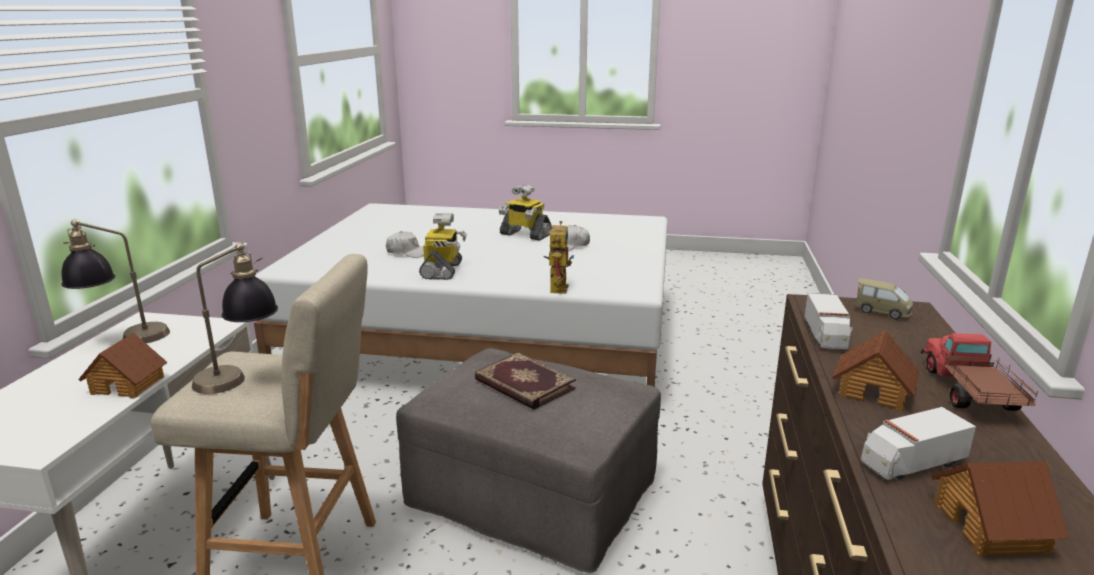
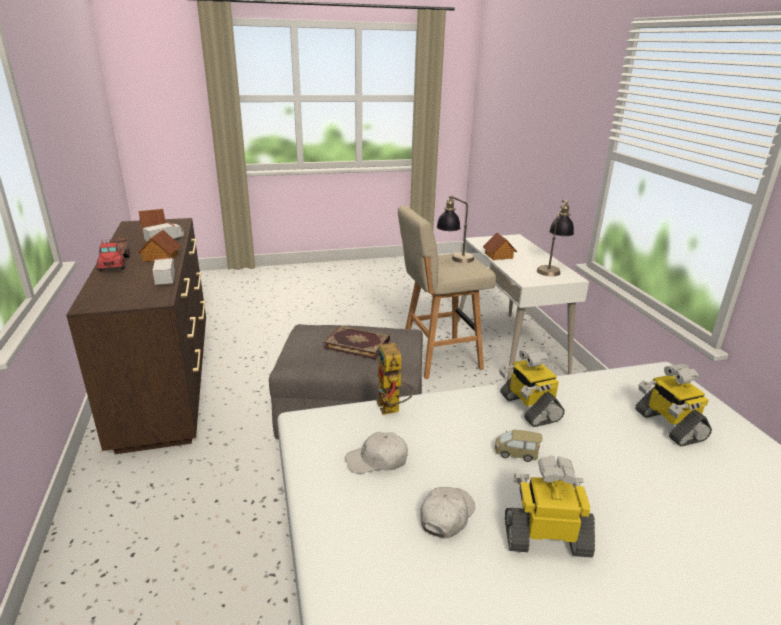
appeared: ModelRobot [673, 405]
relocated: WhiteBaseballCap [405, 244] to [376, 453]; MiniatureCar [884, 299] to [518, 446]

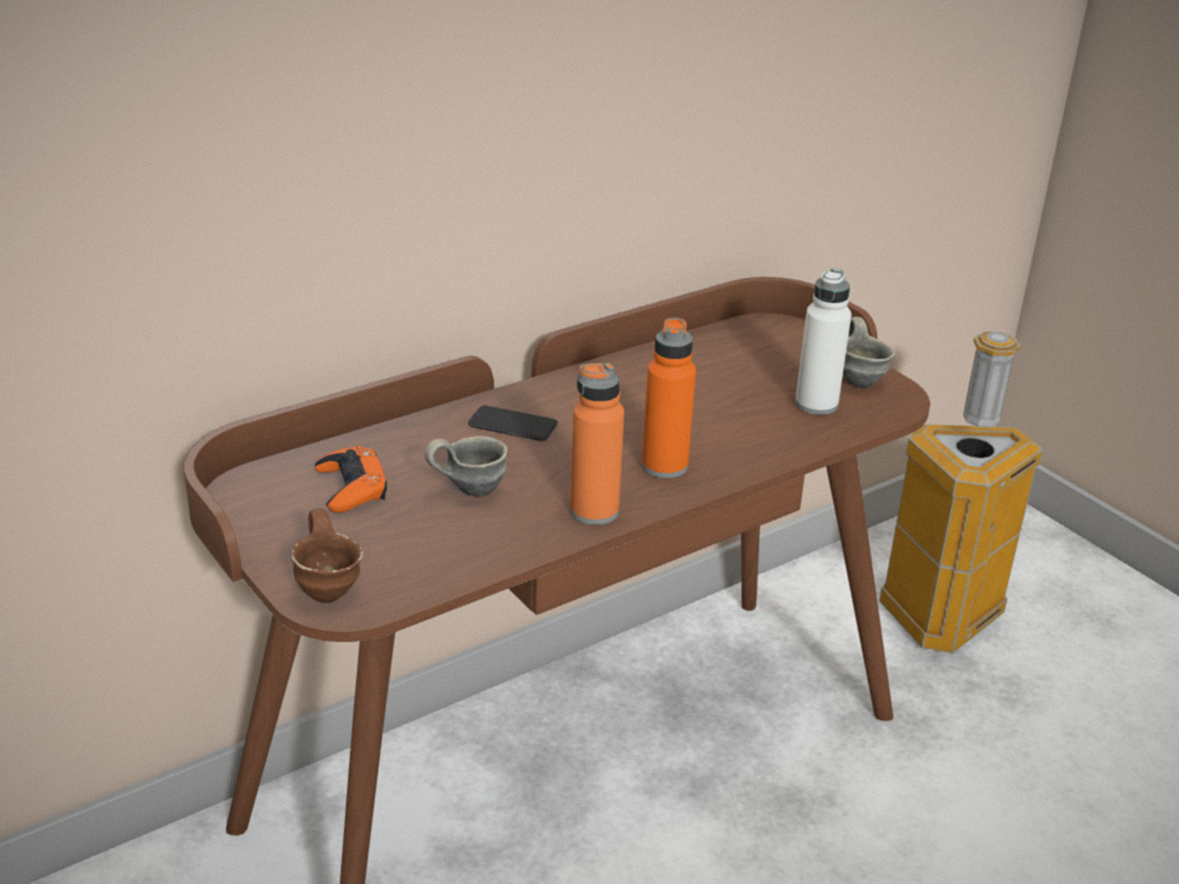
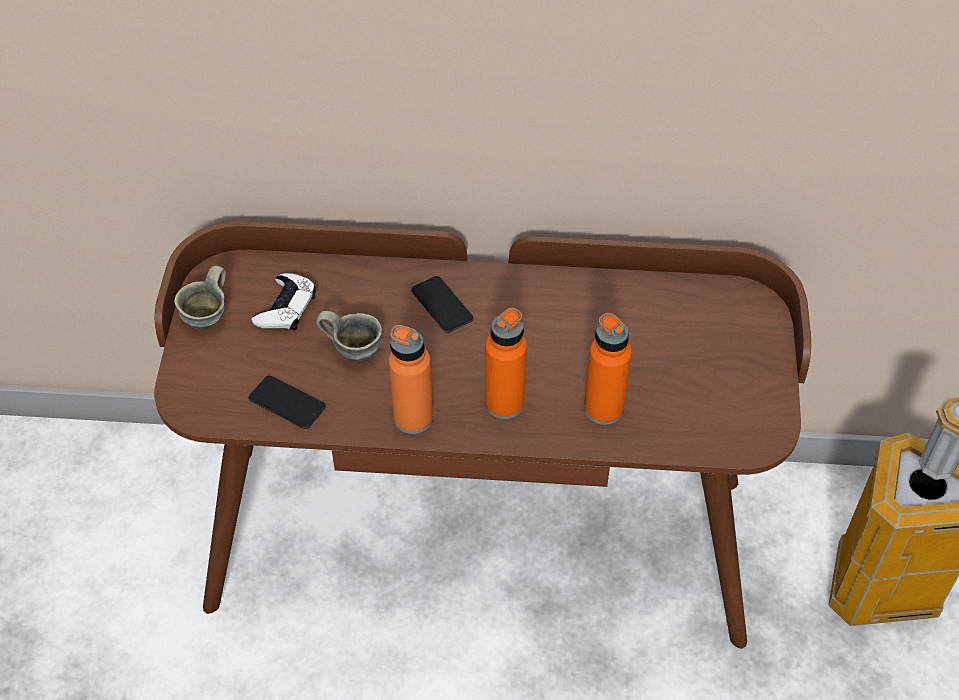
missing: BrownishTeaMug [327, 555]; WhiteDrinkBottle [823, 341]
appeared: Phone [287, 402]; OrangeDrinkBottle [608, 369]
relocated: GrayTeaMug [869, 352] to [200, 298]
colour: OrangeGameController [351, 479] to WhiteGameController [283, 302]

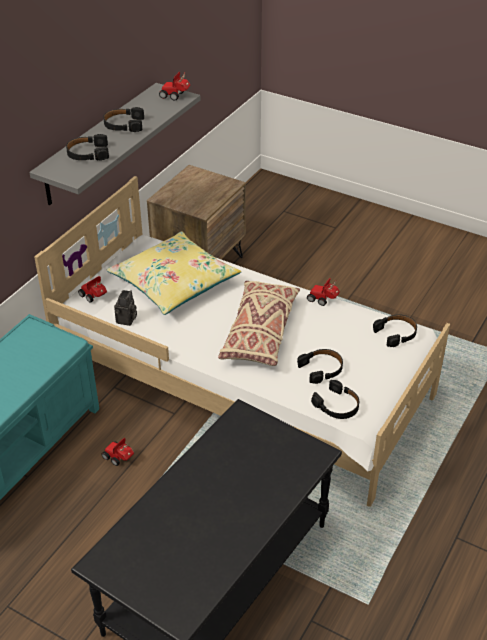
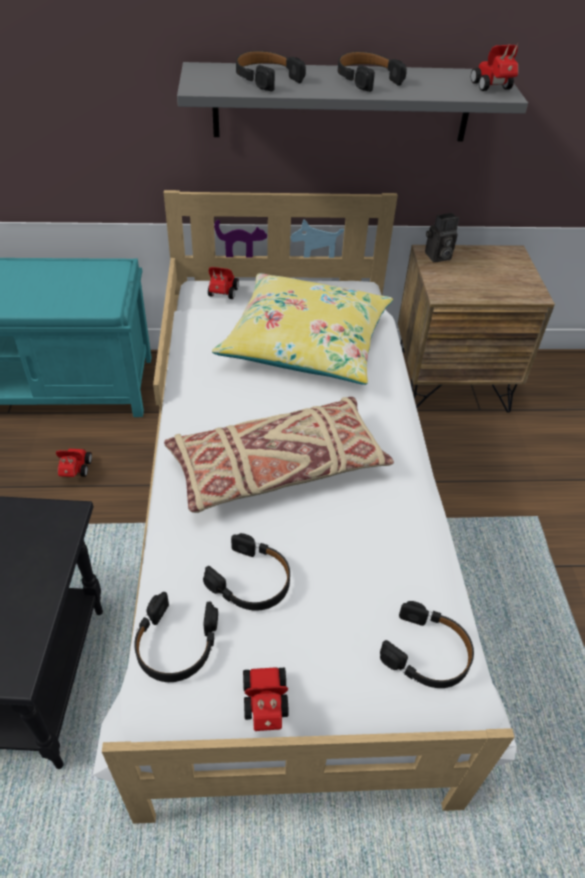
relocated: StillCamera [125, 308] to [442, 237]; MiniatureCar [323, 292] to [266, 699]

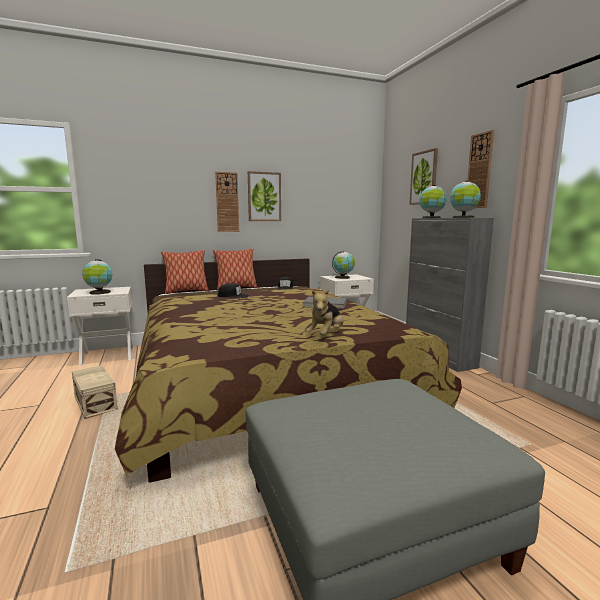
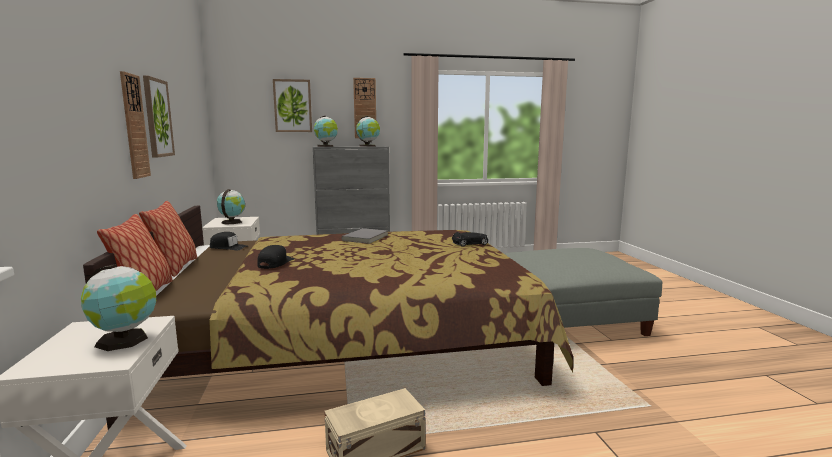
exchanged: SoftToy [325, 312] to BlackishMiniatureCar [470, 239]

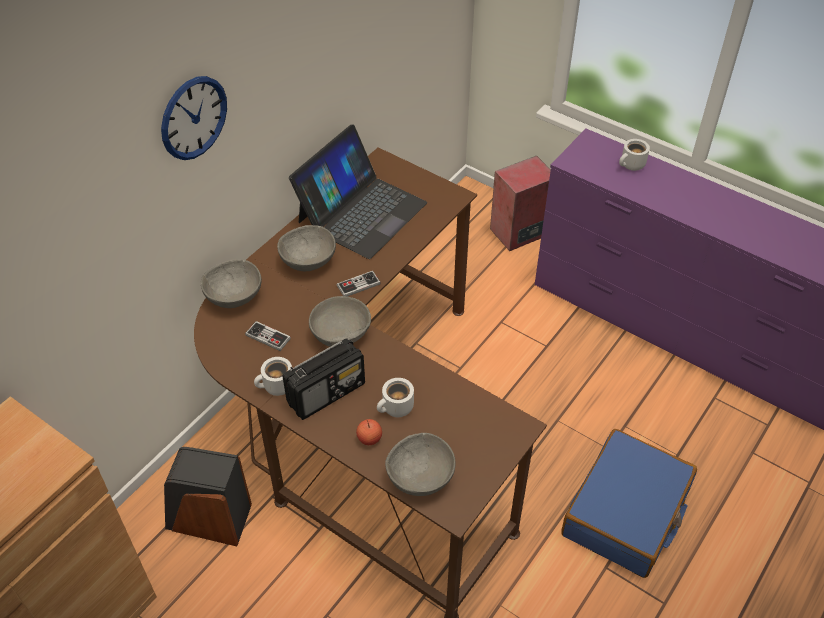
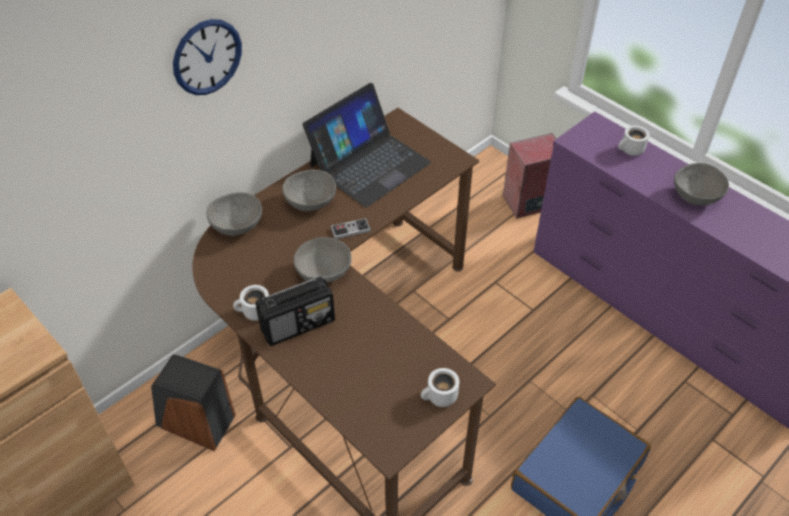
missing: GameController [268, 336]; WholeApple [369, 432]
relocated: WhiteTeaMug [395, 397] to [440, 387]; GrayServingBowl [420, 464] to [701, 184]

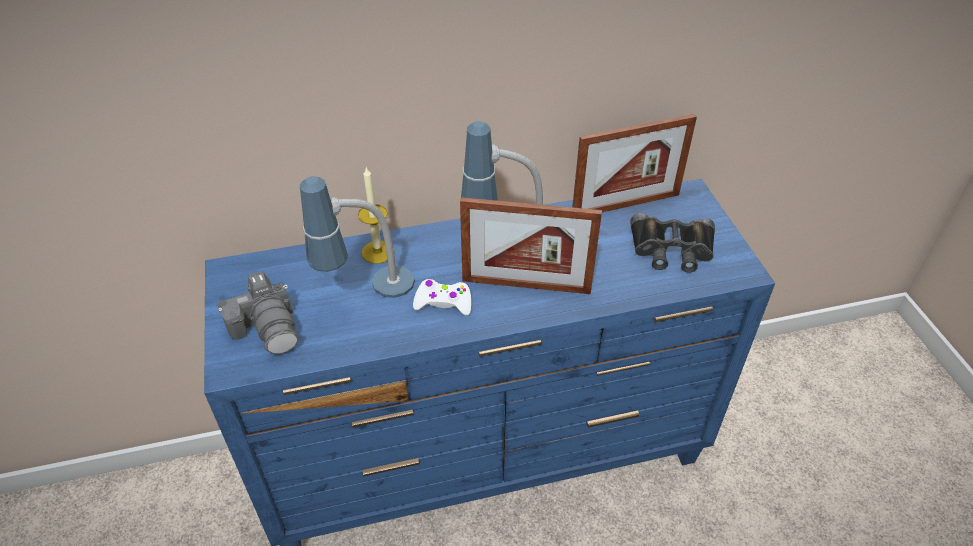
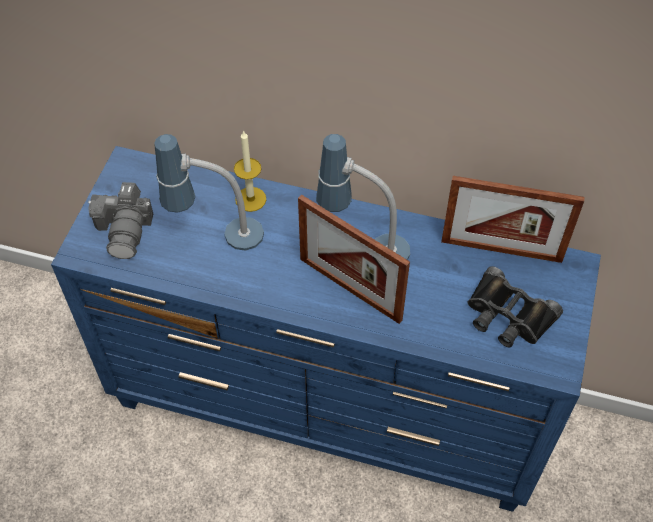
missing: WhiteGameController [442, 297]

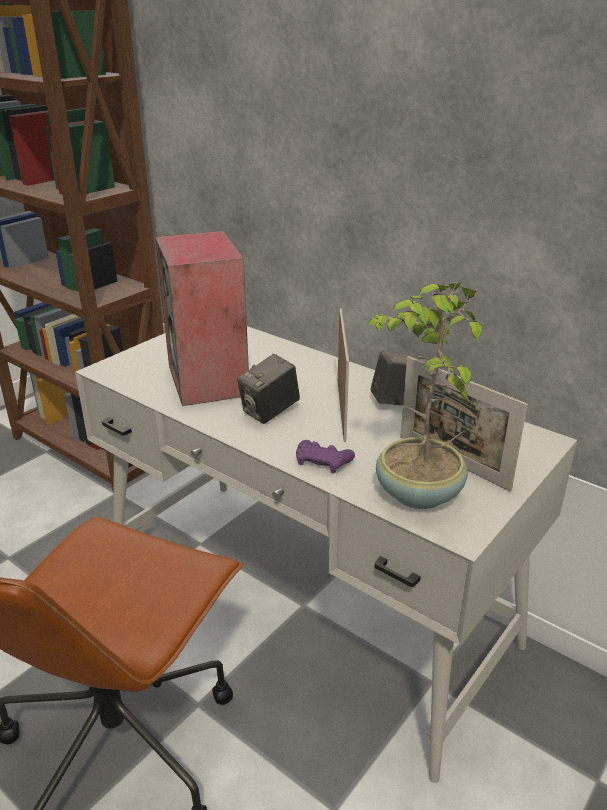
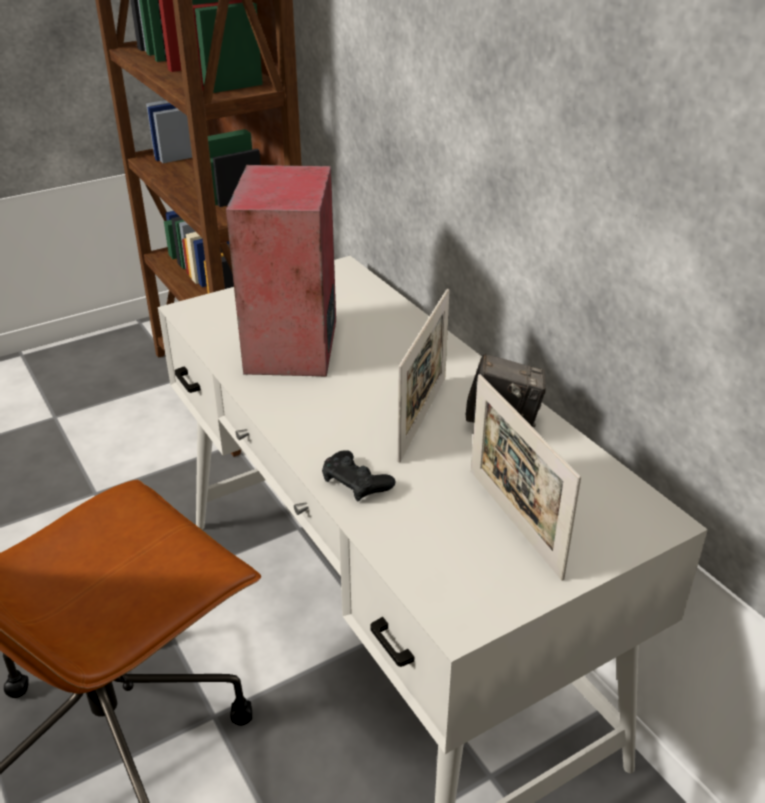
missing: StillCamera [268, 389]; PlantInAPot [424, 395]
colour: PurplishGameController [325, 456] to BlackishGameController [359, 475]

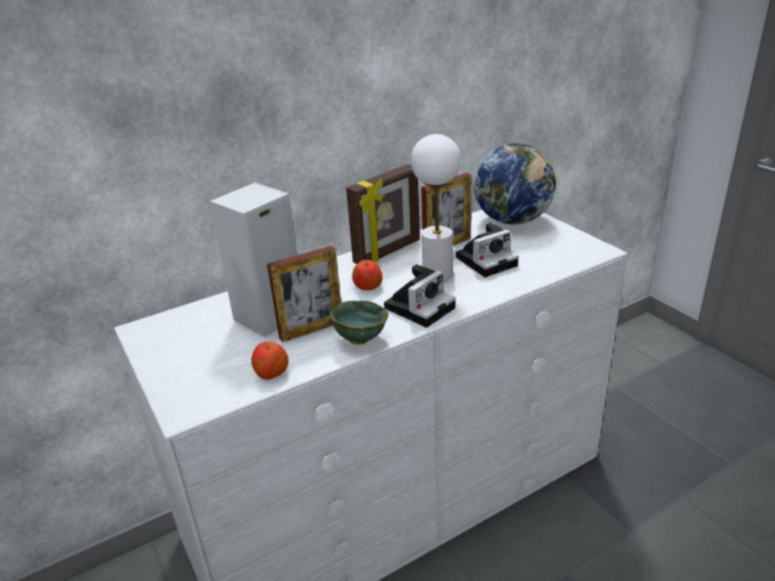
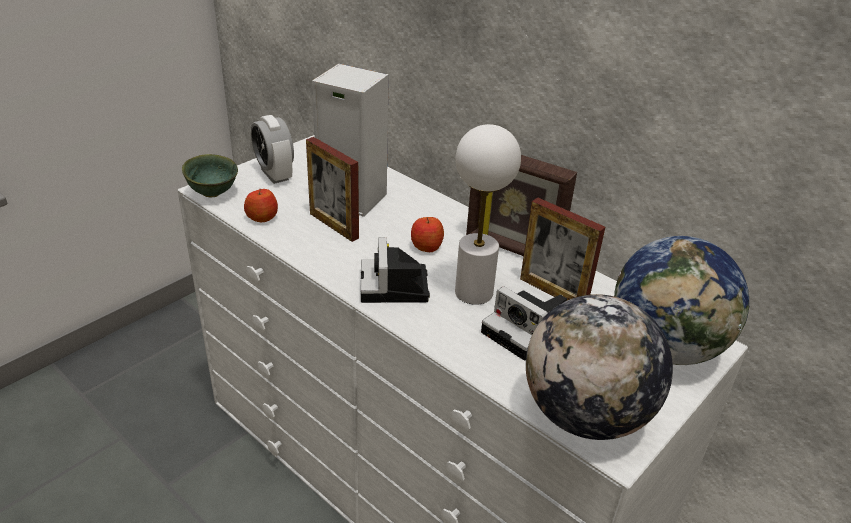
appeared: BedsideClock [272, 149]; WorldGlobe [599, 367]
relocated: GreenishServingBowl [359, 323] to [210, 176]
spun: StillCamera [420, 296] = [395, 270] 60 degrees clockwise

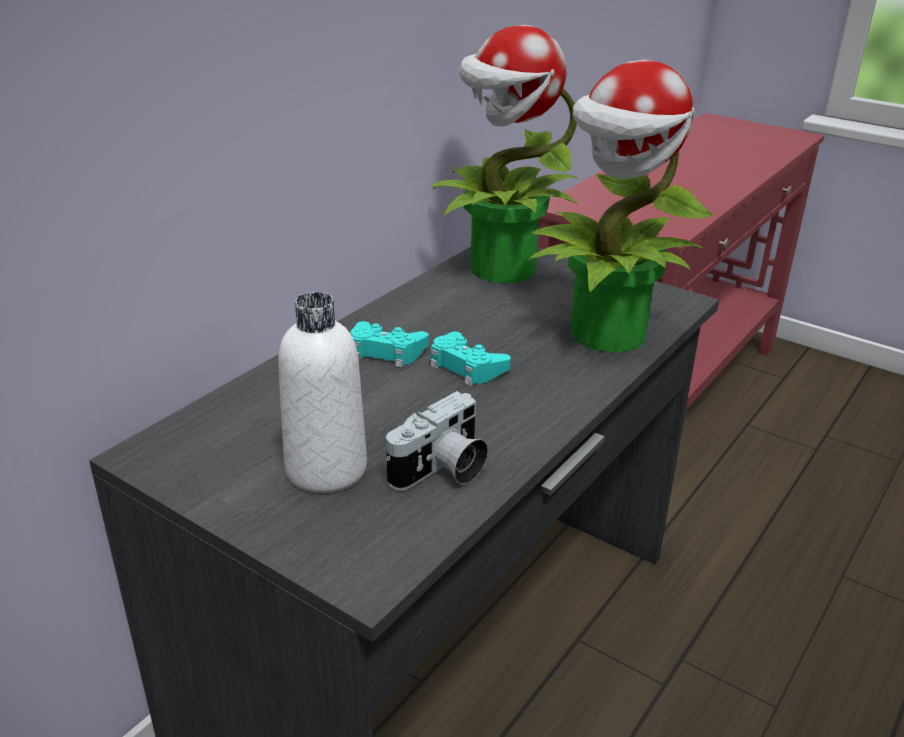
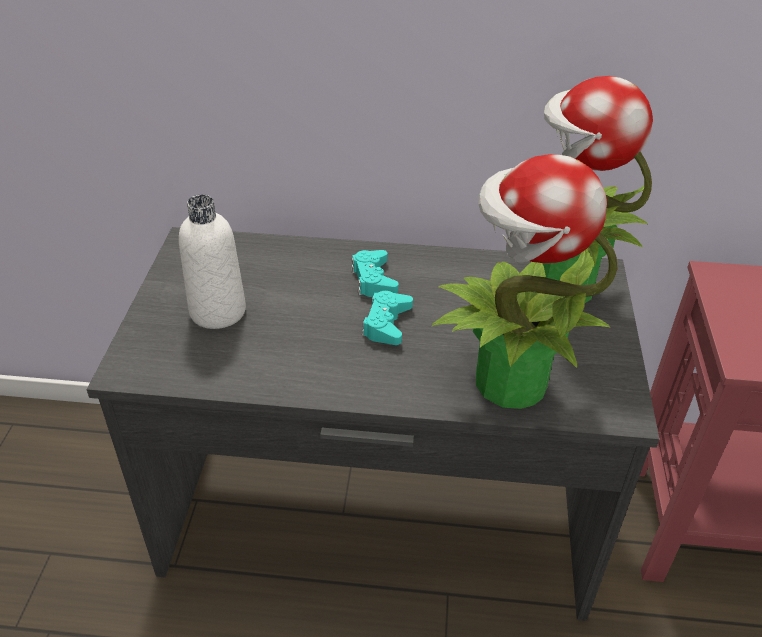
missing: StillCamera [437, 441]

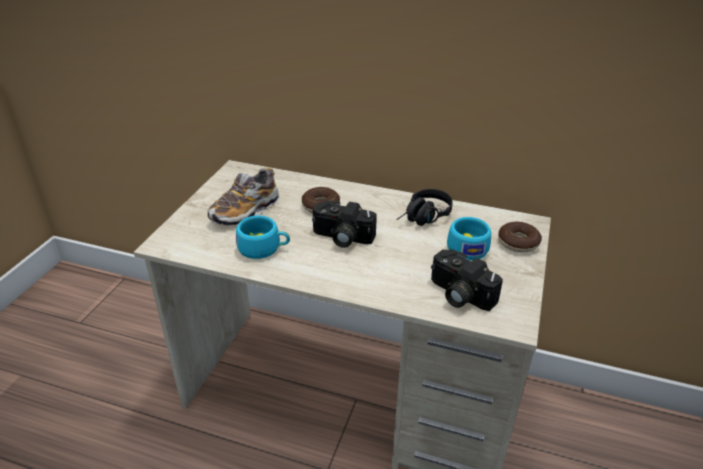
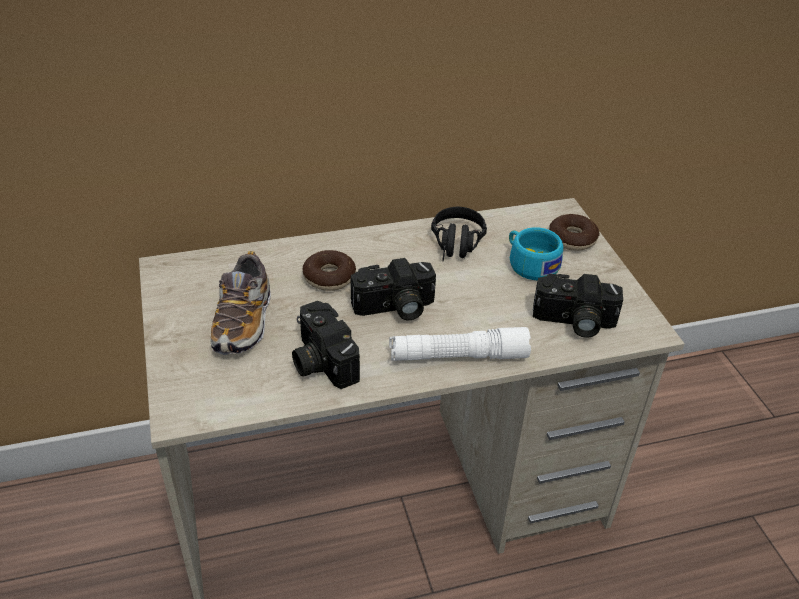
appeared: WhiteHandTorch [460, 344]
exchanged: BlueGreenSmallCup [263, 237] to StillCamera [326, 345]

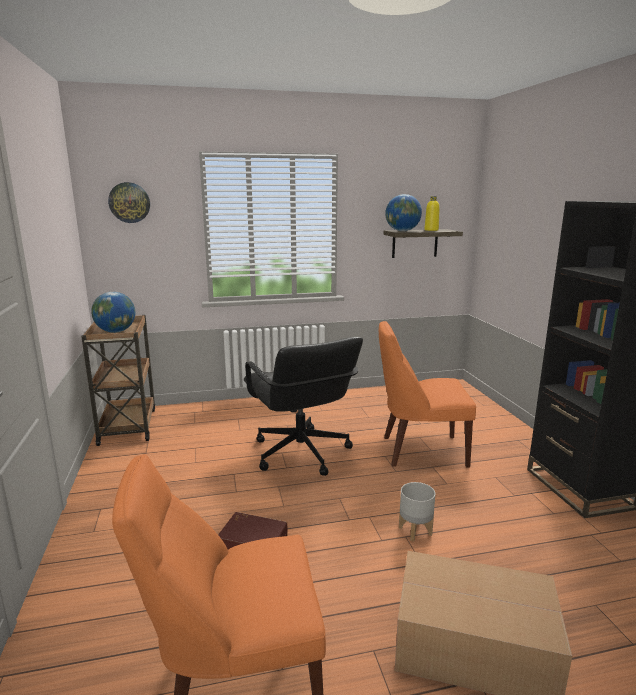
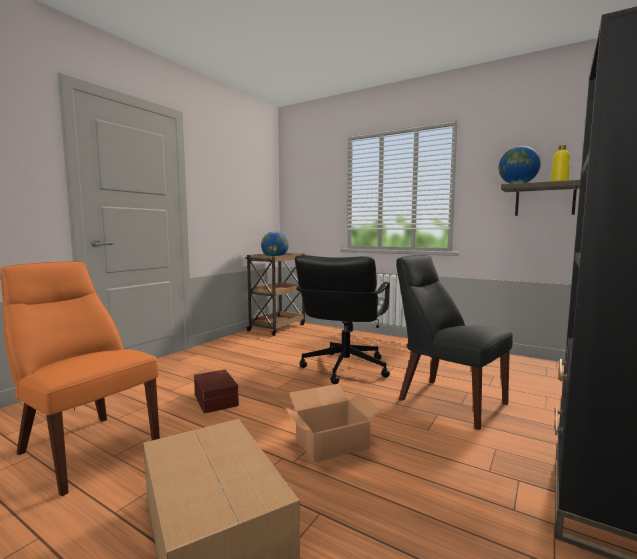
missing: ClockOnTheWall [129, 202]
exchanged: GrayPlantPot [417, 511] to Carton [332, 423]
colour: OrangeChair [427, 394] to BlackishChair [454, 342]

